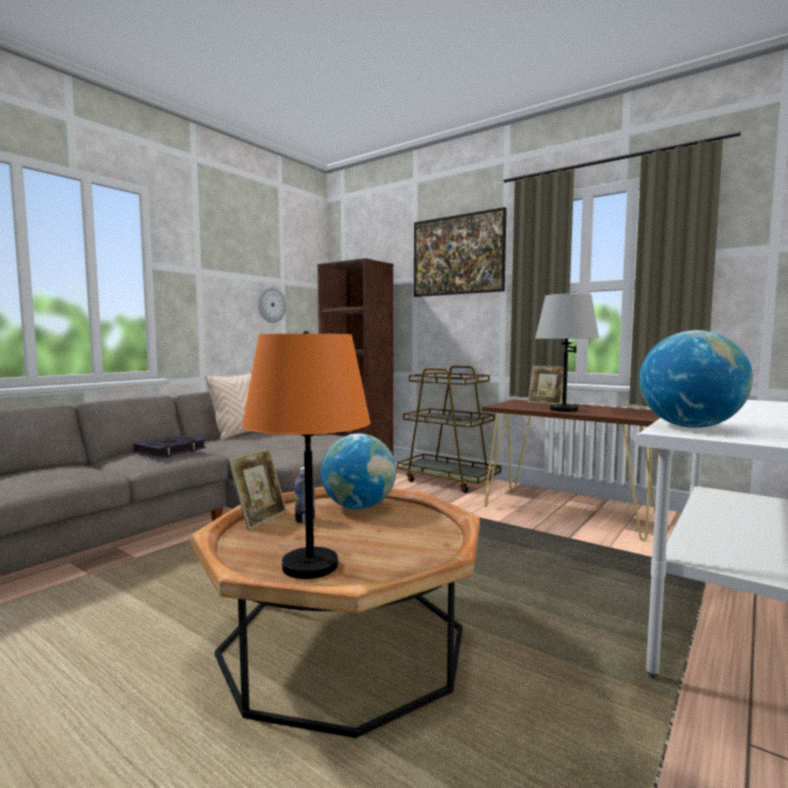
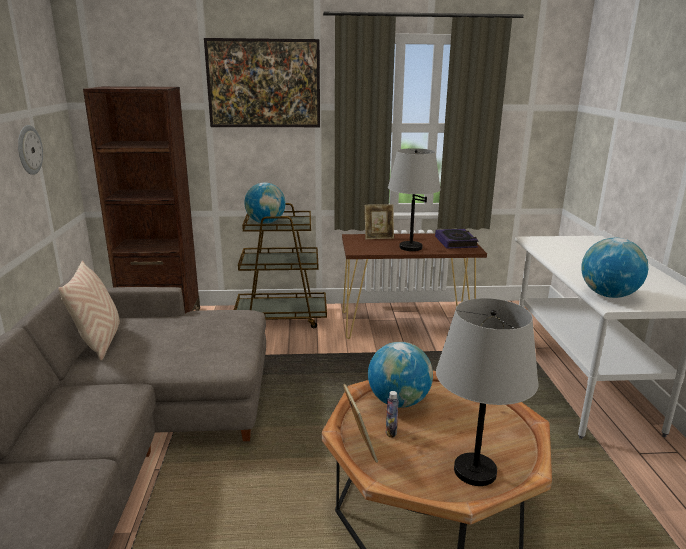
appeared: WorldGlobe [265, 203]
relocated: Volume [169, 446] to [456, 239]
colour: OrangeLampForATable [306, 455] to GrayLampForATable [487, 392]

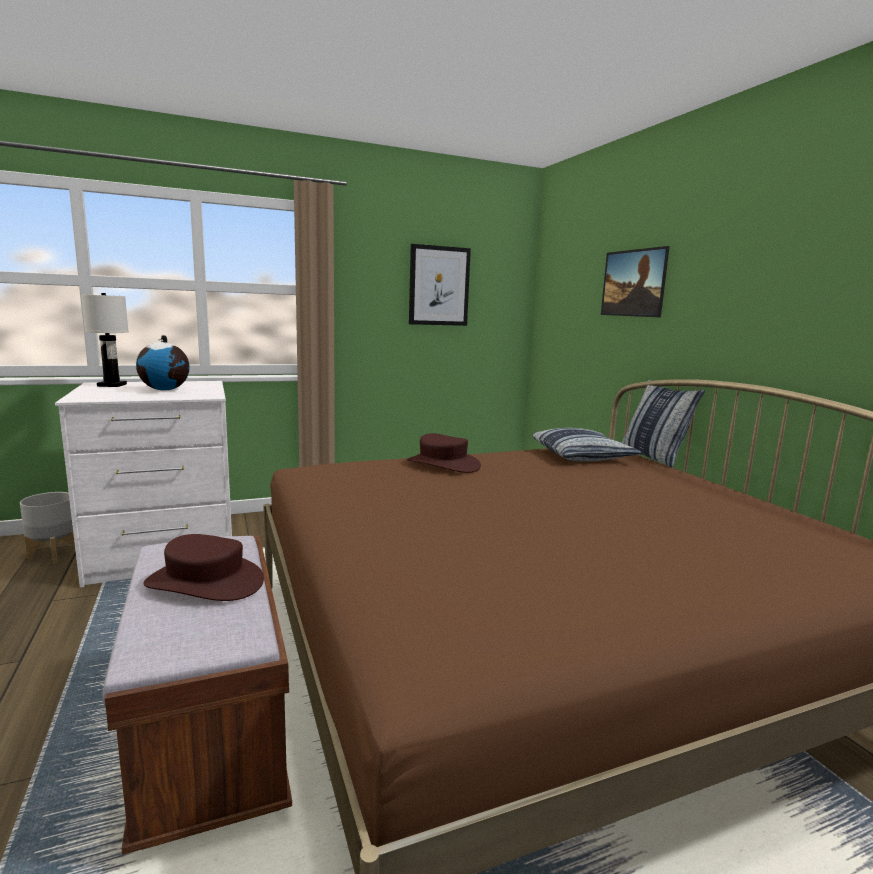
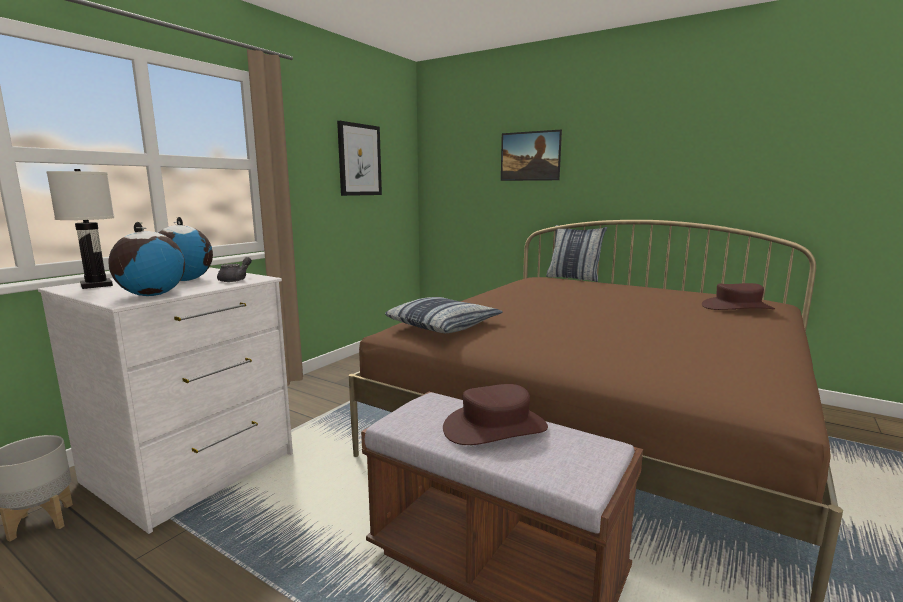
appeared: WorldGlobe [146, 259]; GrayPotForTea [234, 269]
relocated: BrownishWearableHat [444, 453] to [738, 296]; Pillow [587, 445] to [444, 315]

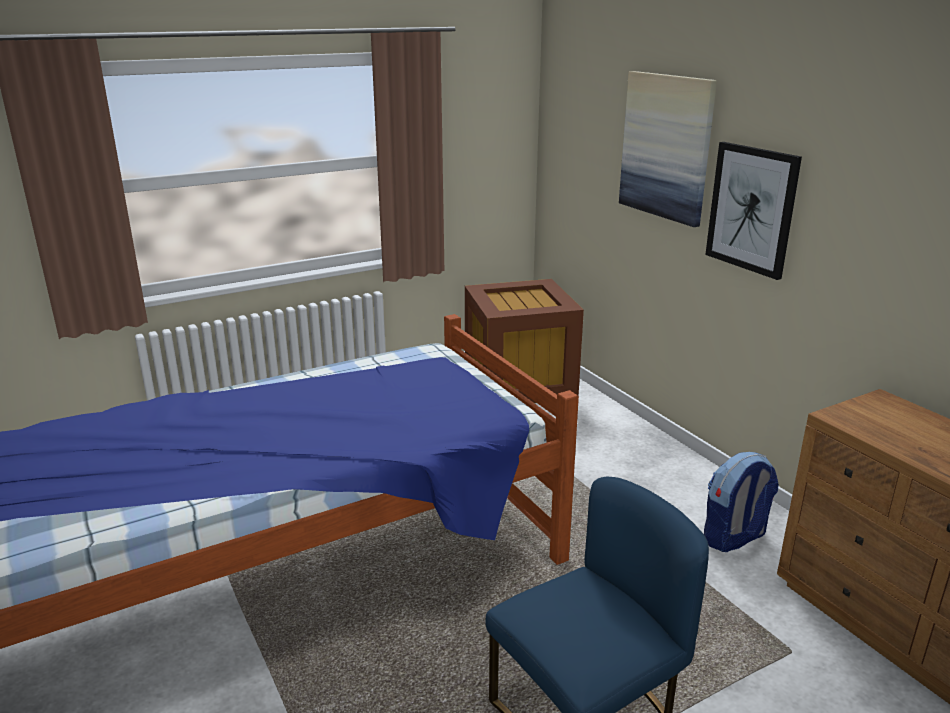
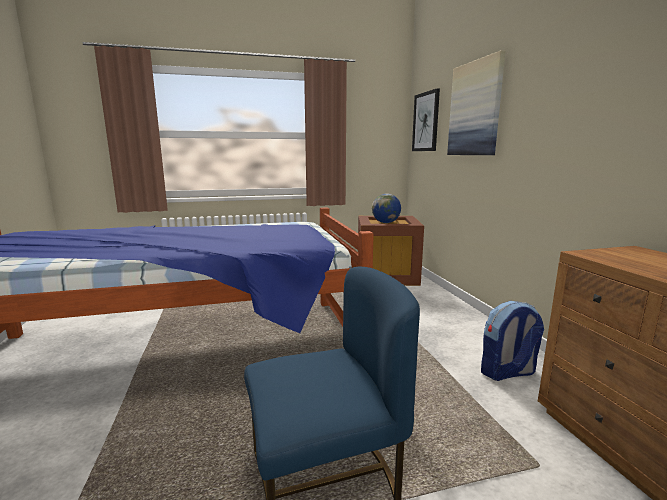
appeared: WorldGlobe [386, 208]
relocated: Picture [753, 211] to [426, 119]

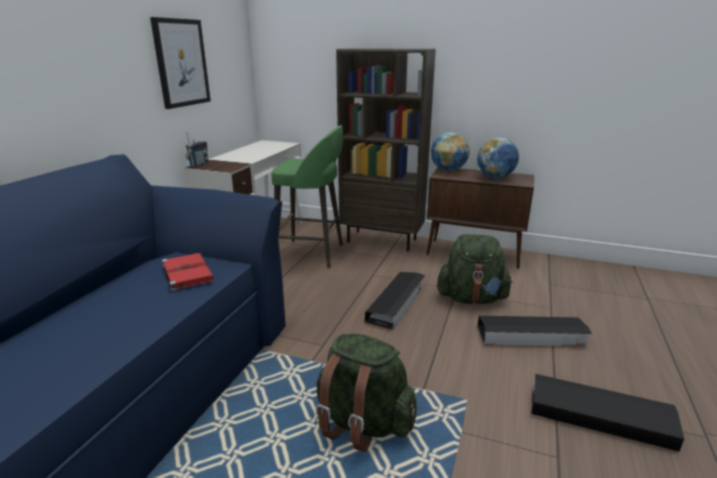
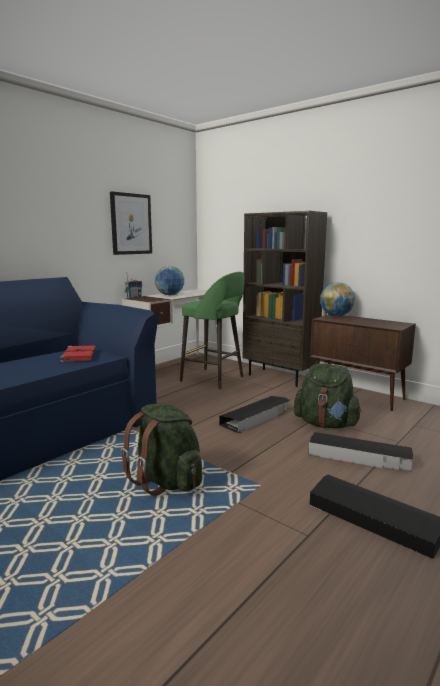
relocated: WorldGlobe [498, 157] to [169, 280]

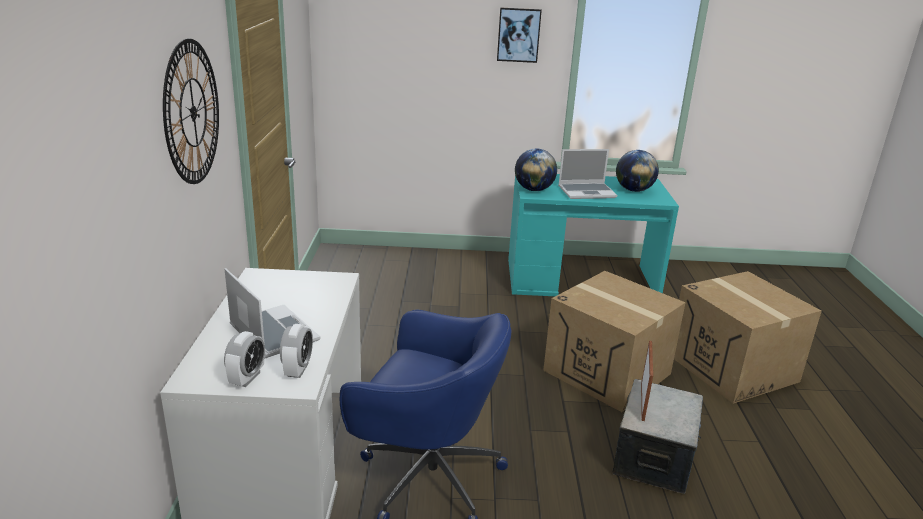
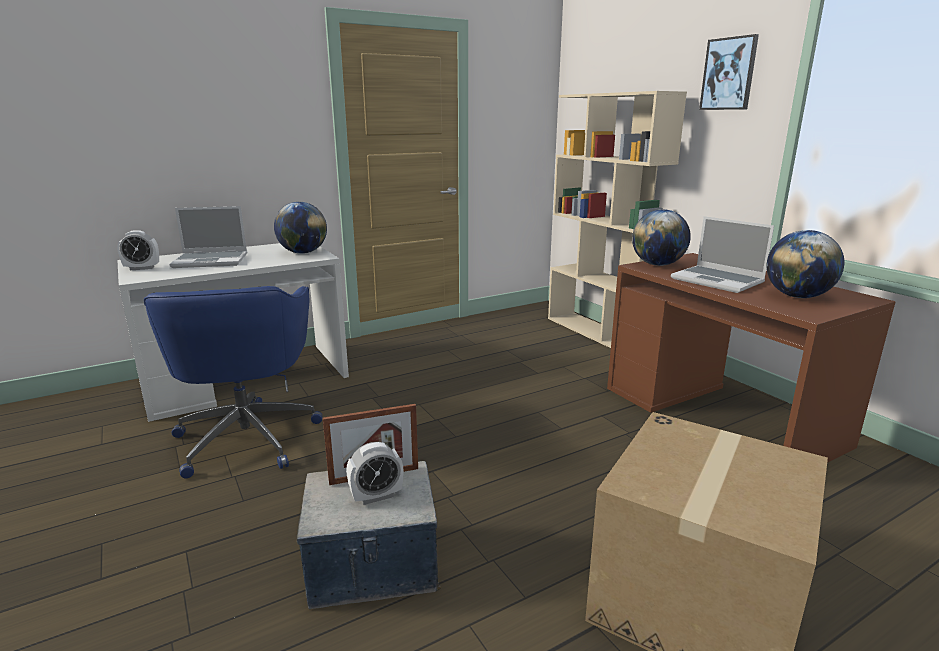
missing: ClockOnTheWall [191, 111]; Carton [614, 341]
appeared: WorldGlobe [300, 228]; BeigeBookshelf [617, 219]
relocated: BedsideClock [296, 351] to [374, 473]
colour: BlueGreenDeskUnit [593, 235] to BrownishDeskUnit [751, 358]
spun: NotebookComputer [272, 313] = [208, 237] 60 degrees clockwise

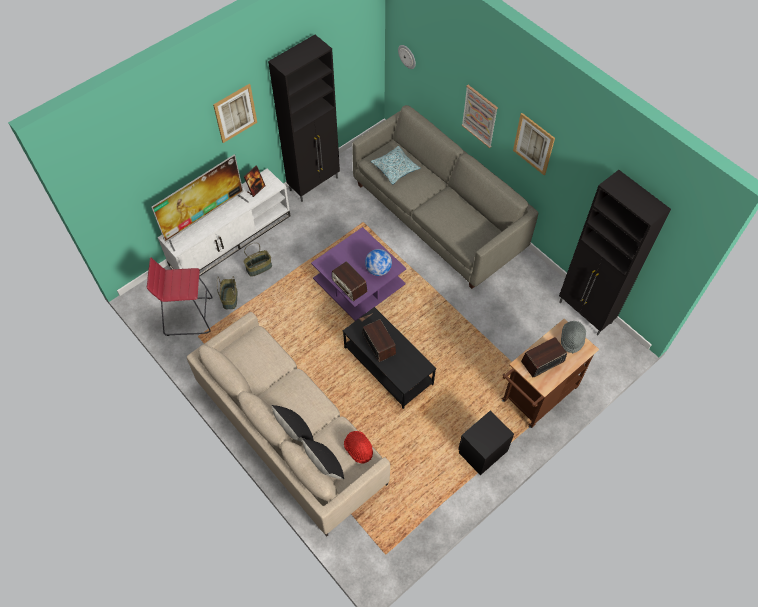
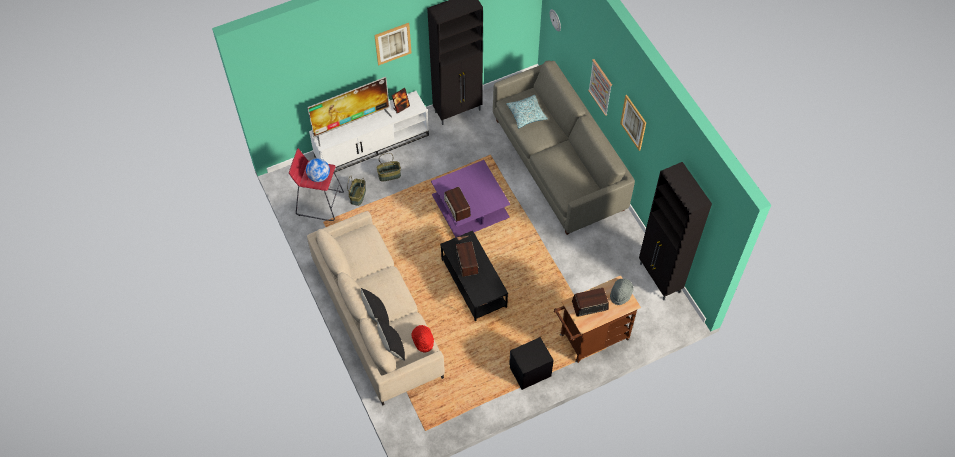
relocated: WorldGlobe [378, 262] to [318, 170]

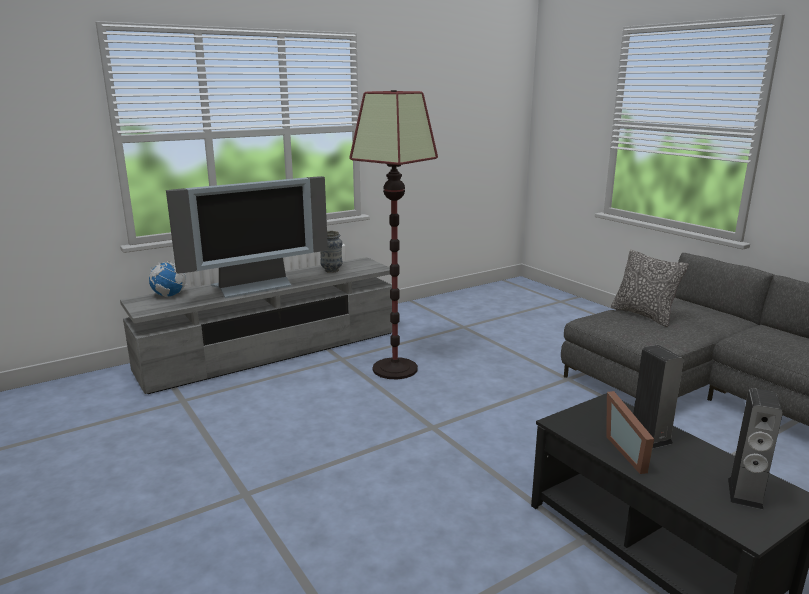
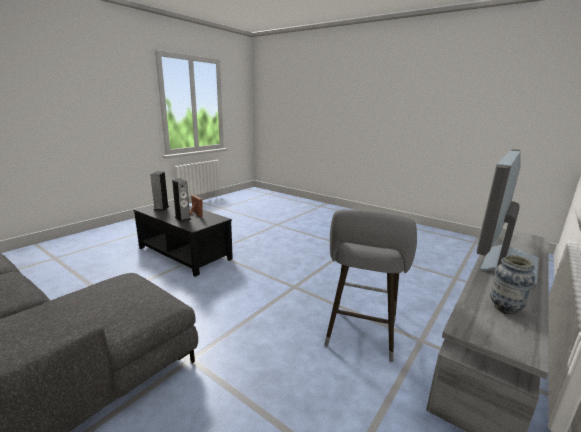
missing: WorldGlobe [168, 274]; Pillow [650, 288]
exchanged: StandingLamp [393, 234] to GrayStool [370, 285]

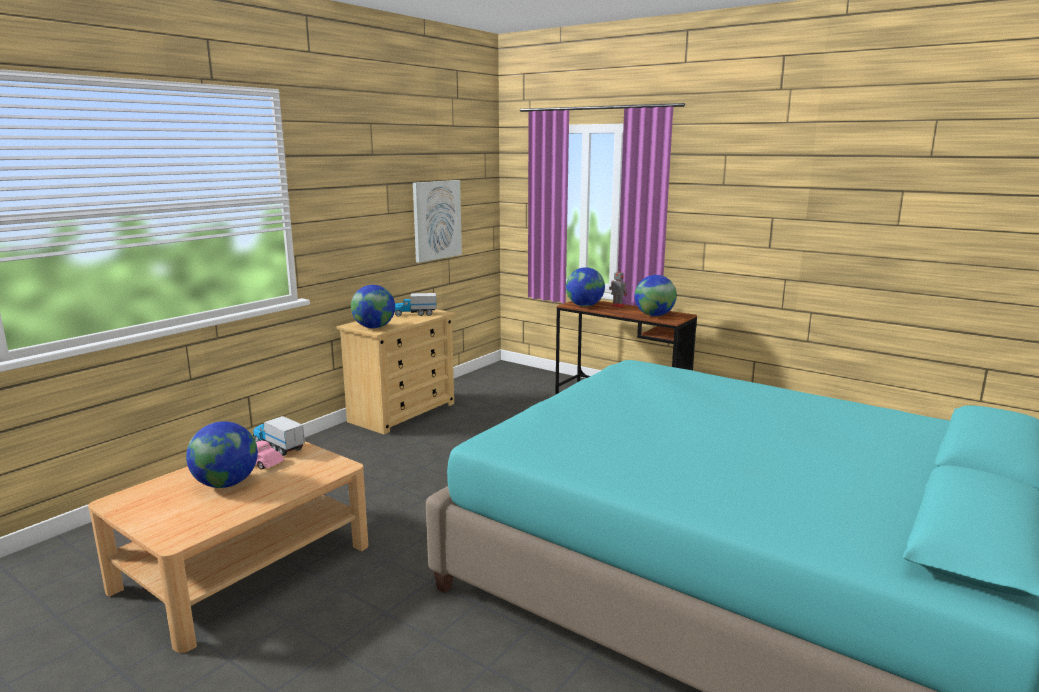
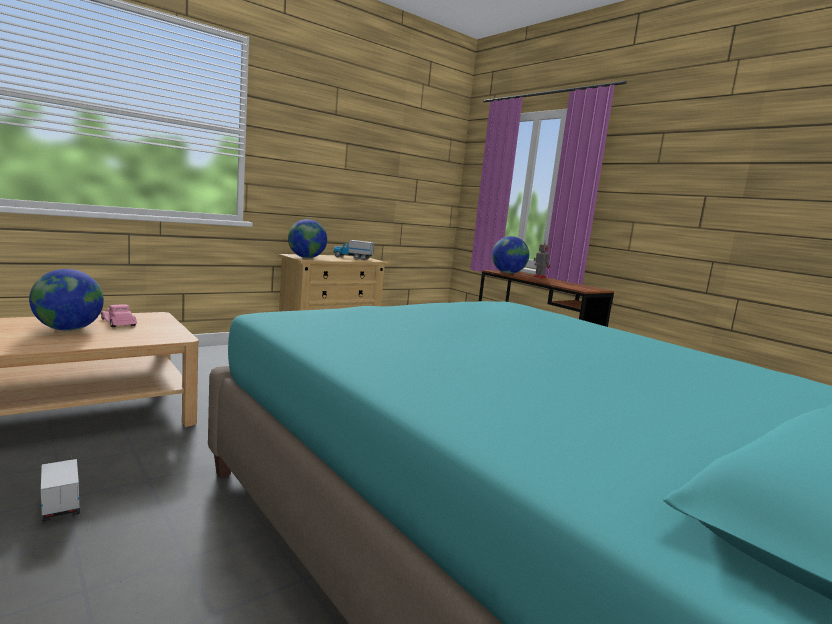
missing: Picture [437, 221]; WorldGlobe [656, 295]
relocated: ToyLorry [279, 436] to [60, 487]

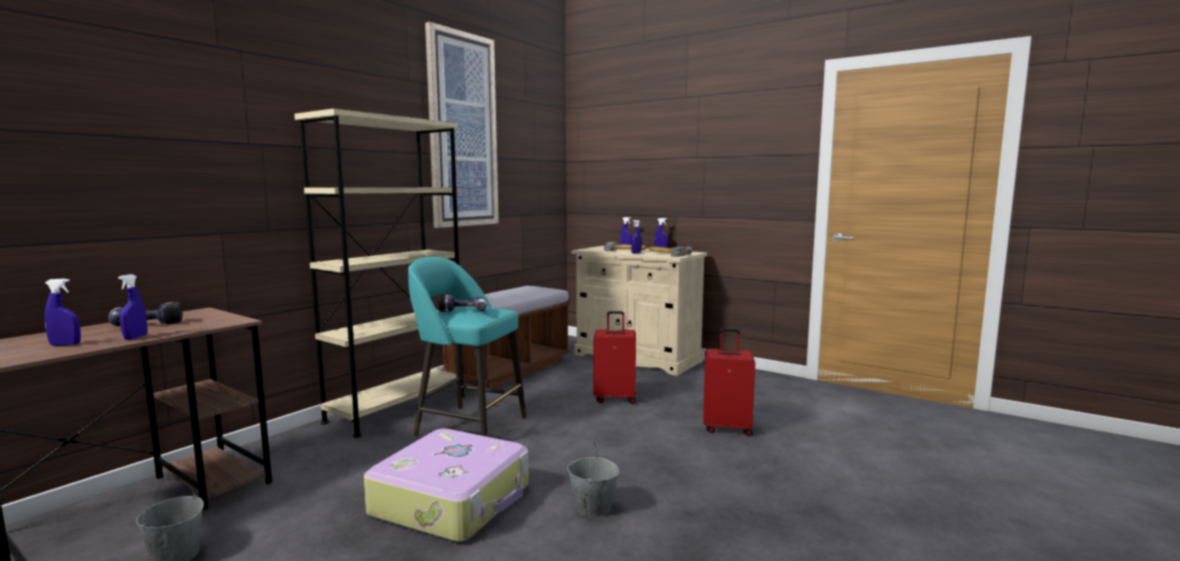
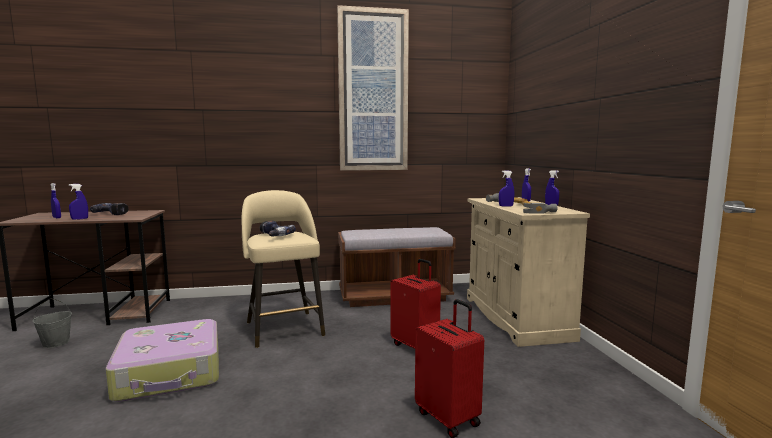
missing: BeigeBookshelf [379, 273]; GrayWaterBucket [593, 478]
colour: BlueGreenStool [467, 347] to BeigeStool [283, 269]

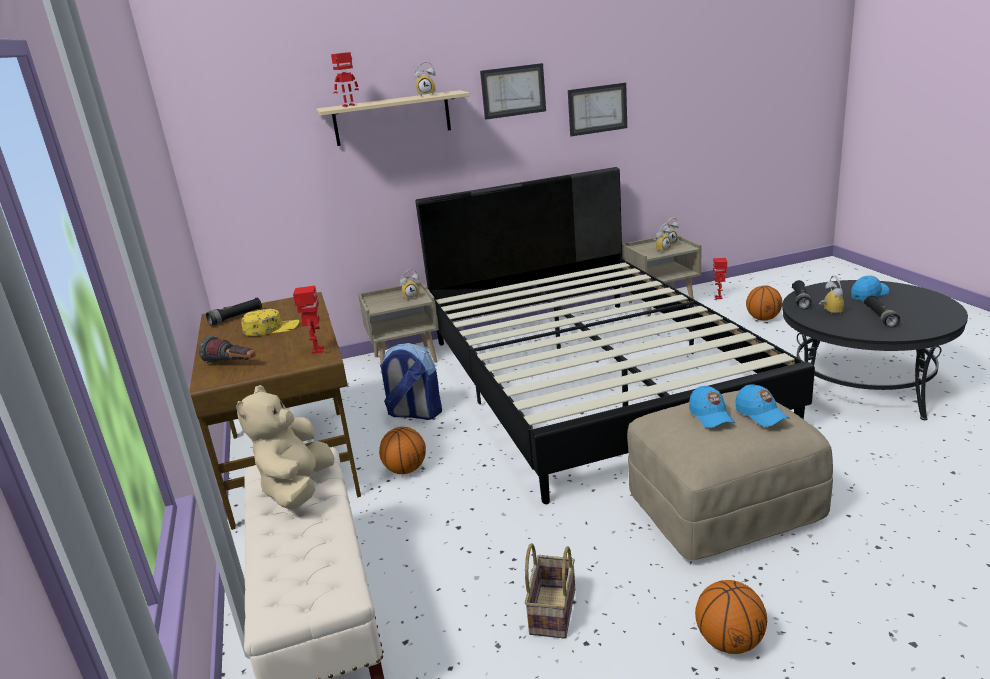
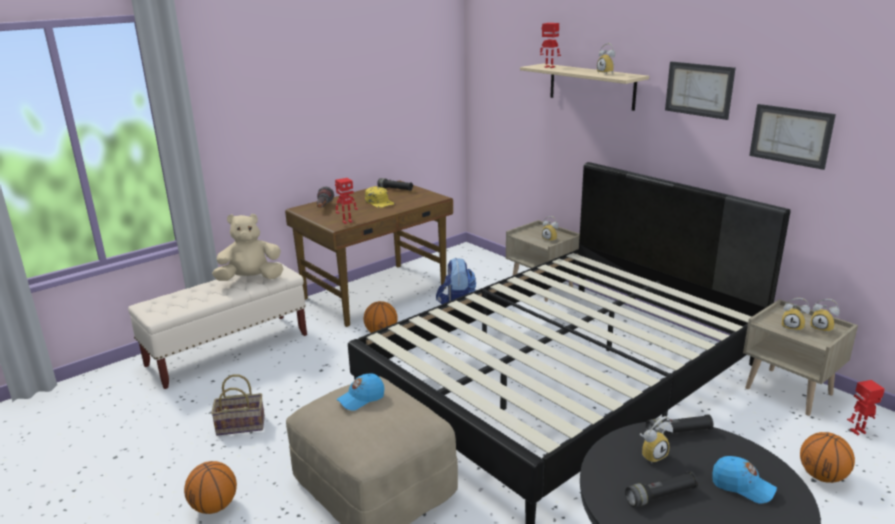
missing: BlueBaseballCap [762, 405]

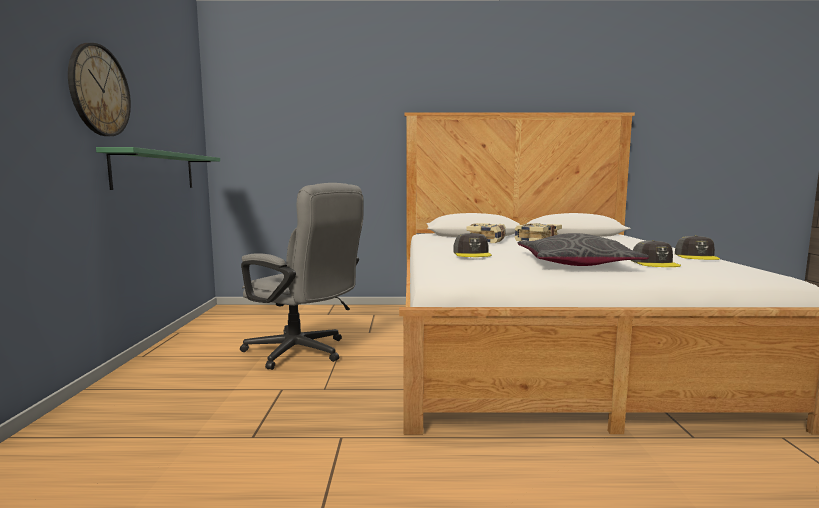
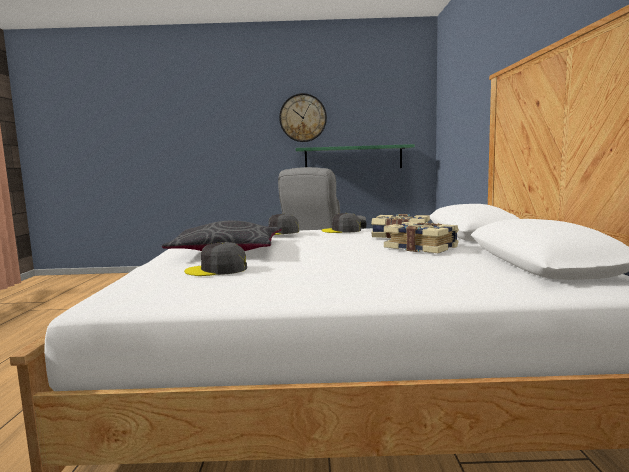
relocated: GrayBaseballCap [697, 247] to [341, 223]

